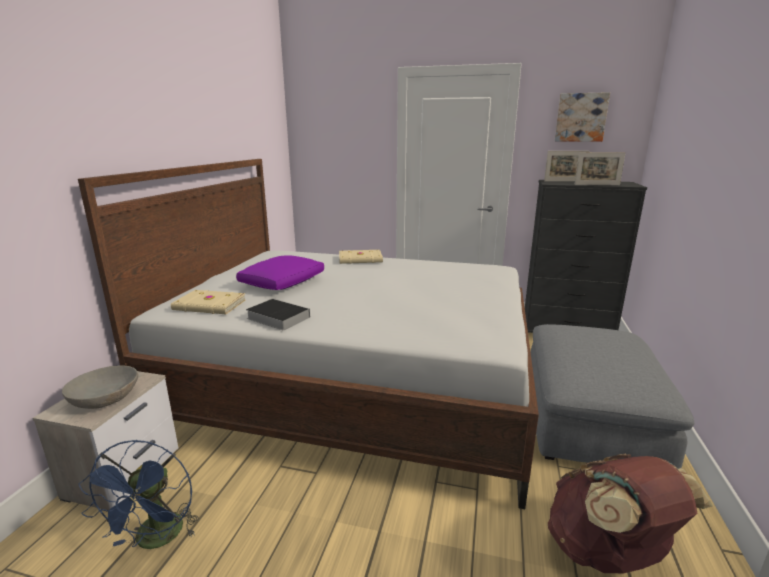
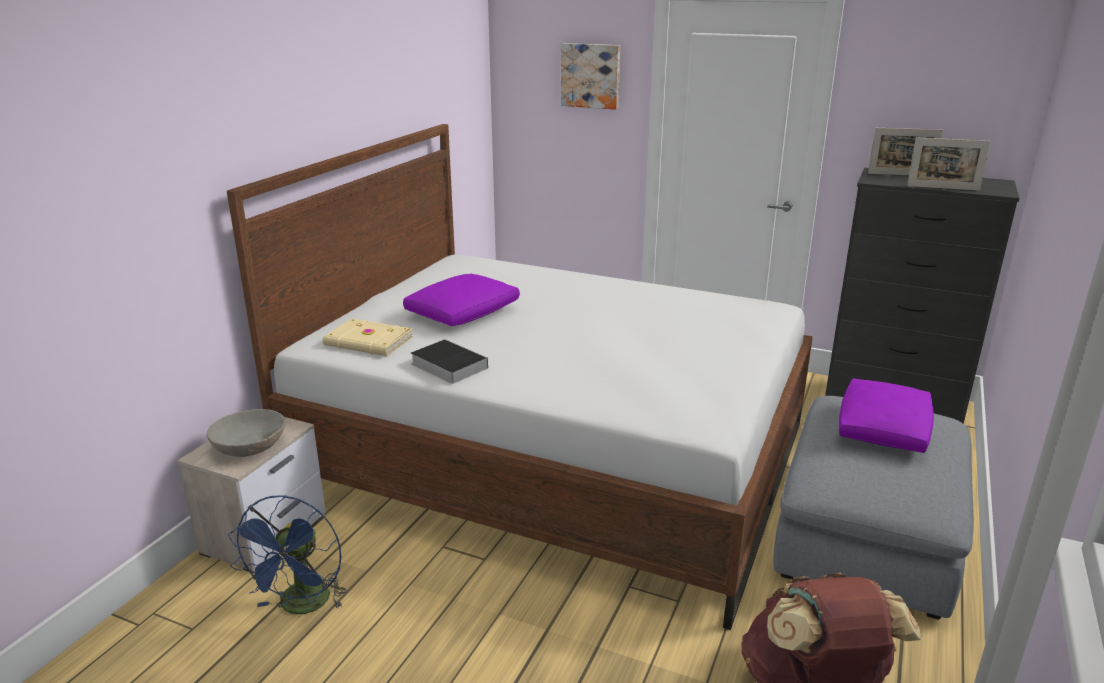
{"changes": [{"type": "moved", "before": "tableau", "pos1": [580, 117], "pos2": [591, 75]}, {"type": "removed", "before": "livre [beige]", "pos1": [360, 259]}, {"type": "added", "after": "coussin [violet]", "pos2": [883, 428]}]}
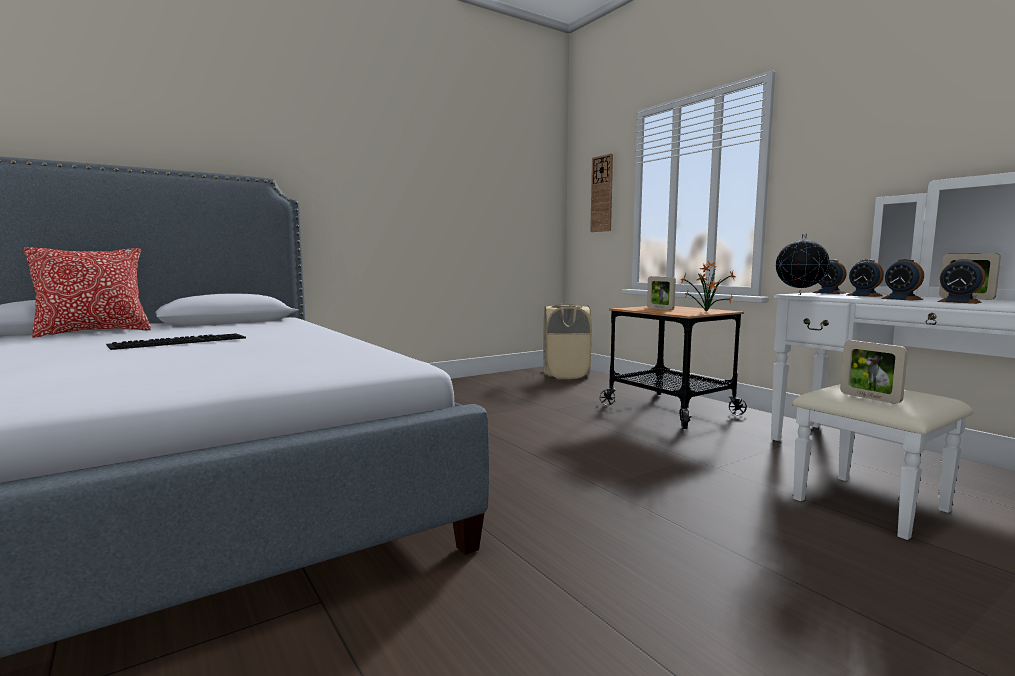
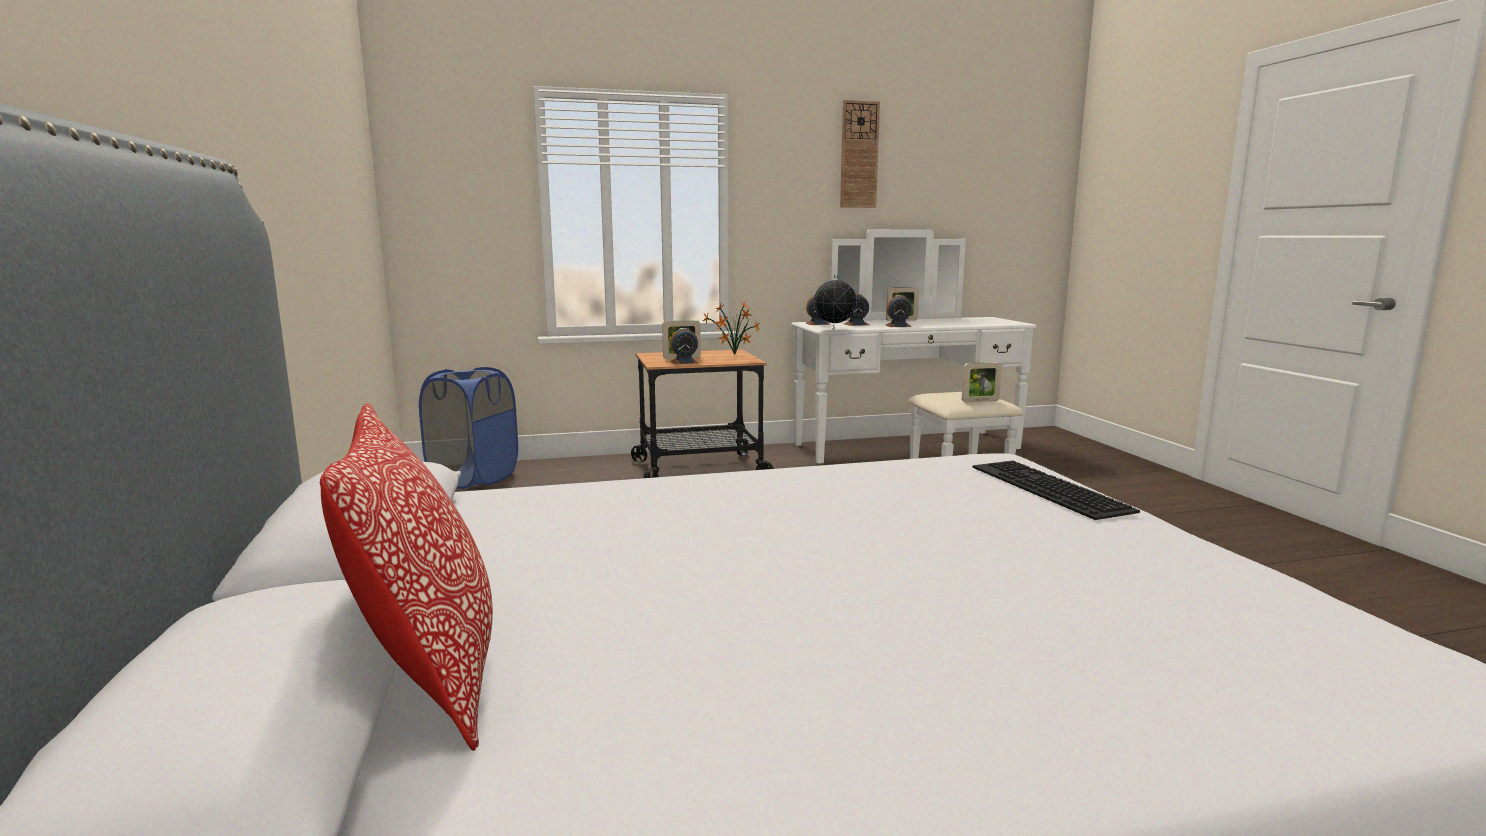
{"changes": [{"type": "moved", "before": "horloge murale", "pos1": [602, 194], "pos2": [859, 155]}, {"type": "moved", "before": "réveil", "pos1": [959, 302], "pos2": [684, 362]}, {"type": "recoloured", "before": "panier à linge [beige]", "after": "panier à linge [bleu]", "pos1": [566, 374], "pos2": [474, 478]}, {"type": "moved", "before": "clavier", "pos1": [180, 341], "pos2": [1044, 488]}]}
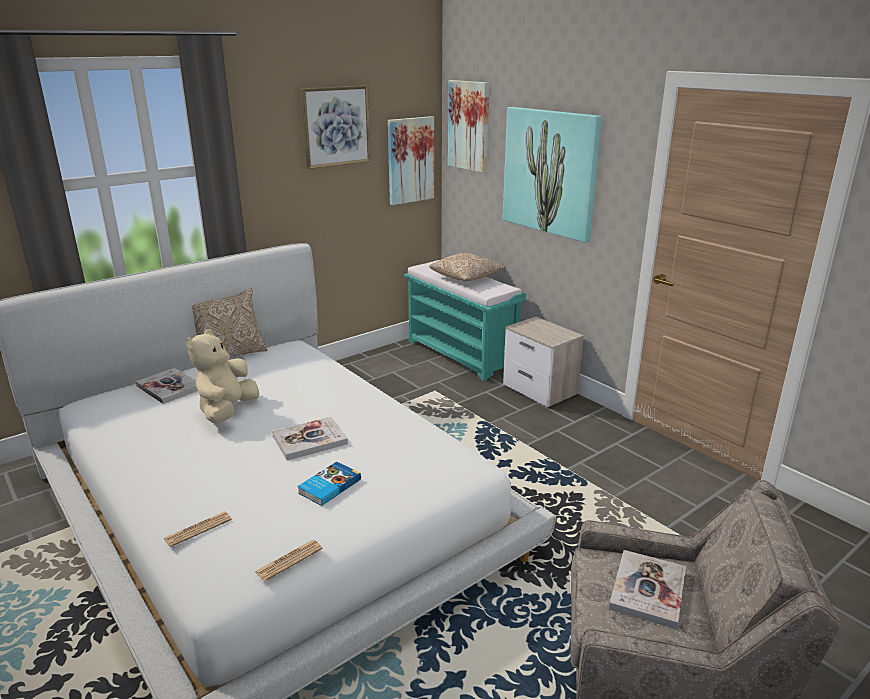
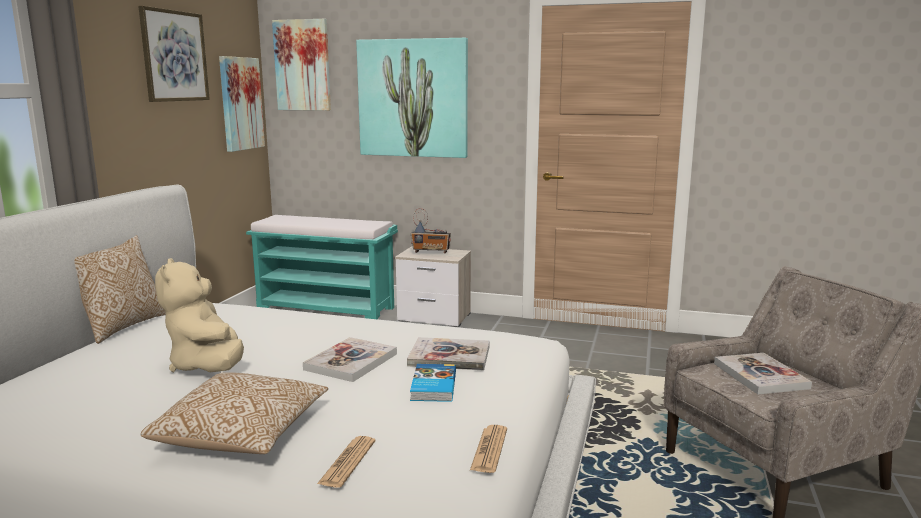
{"changes": [{"type": "moved", "before": "coussin", "pos1": [466, 278], "pos2": [242, 435]}, {"type": "moved", "before": "livre", "pos1": [169, 387], "pos2": [449, 356]}, {"type": "added", "after": "radio", "pos2": [431, 252]}]}
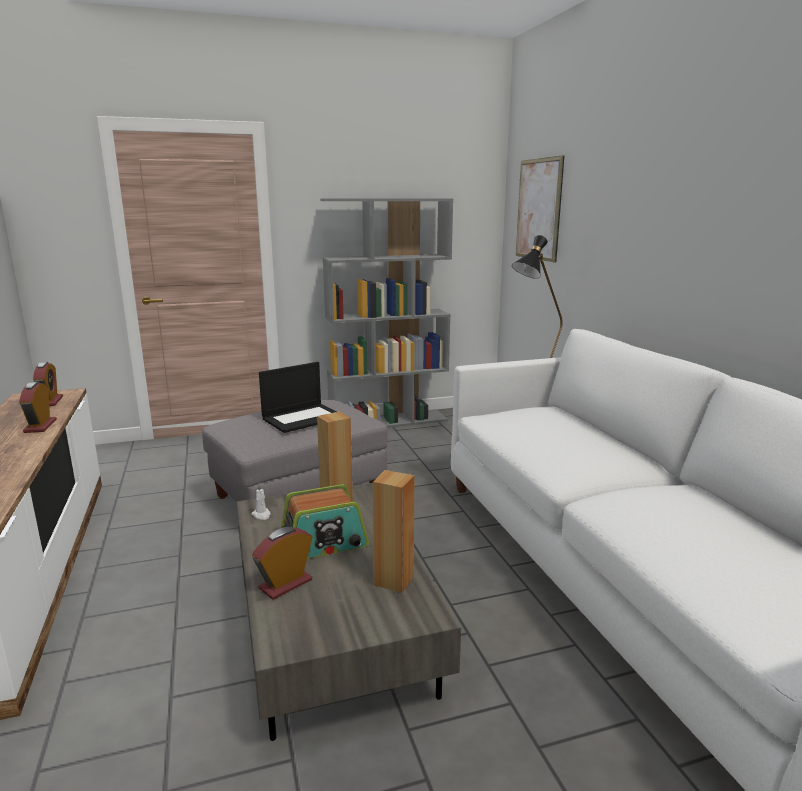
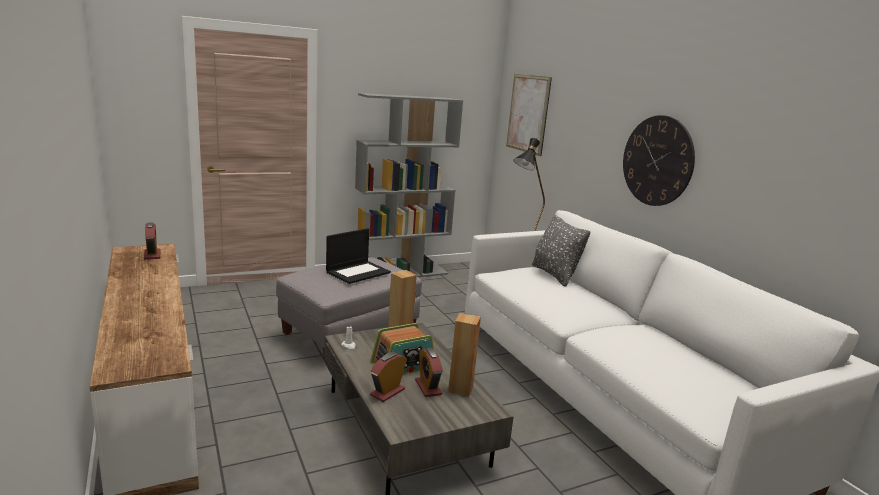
{"changes": [{"type": "moved", "before": "réveil", "pos1": [40, 426], "pos2": [428, 387]}, {"type": "added", "after": "horloge murale", "pos2": [657, 161]}, {"type": "added", "after": "coussin [gris]", "pos2": [554, 275]}]}
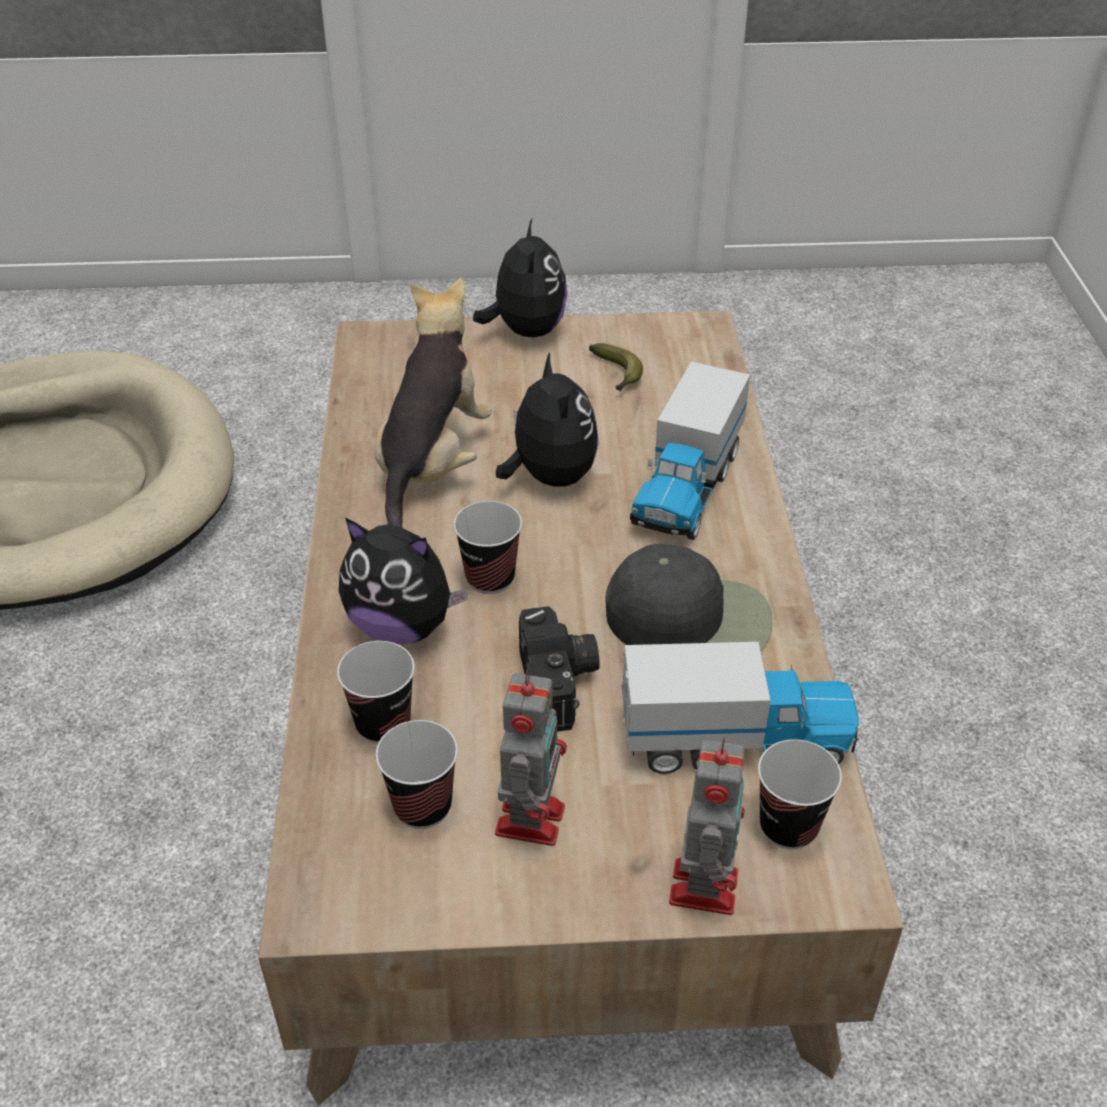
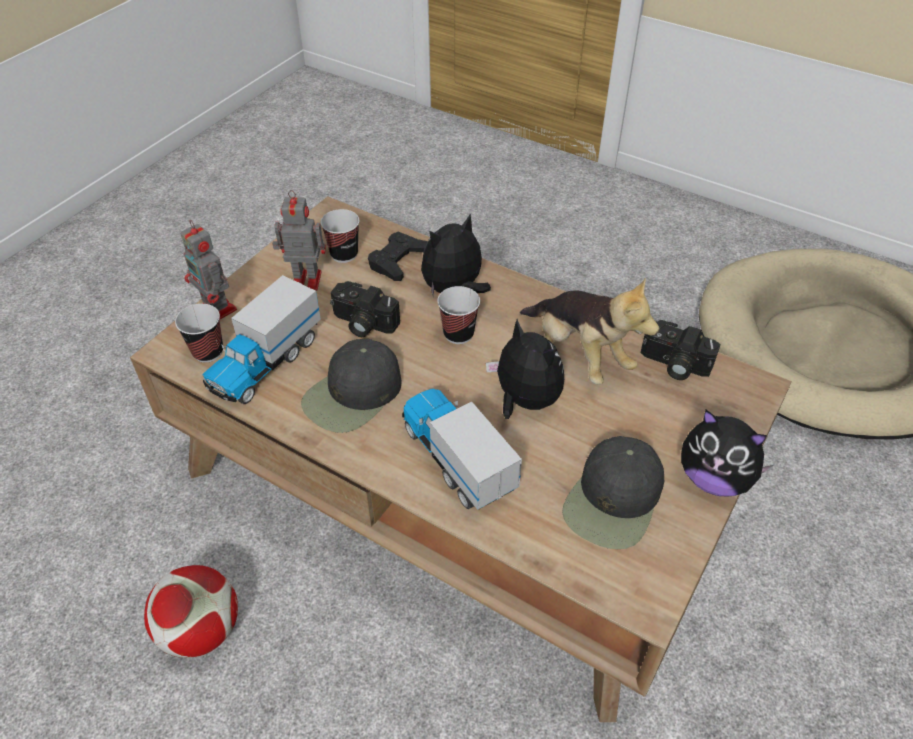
{"changes": [{"type": "replaced", "before": "banane", "after": "casquette [noir]", "pos1": [617, 375], "pos2": [614, 500]}, {"type": "turned", "before": "peluche", "pos1": [549, 476], "pos2": [524, 400], "turn": -150}, {"type": "replaced", "before": "tasse", "after": "manette [noir]", "pos1": [383, 724], "pos2": [399, 261]}, {"type": "turned", "before": "robot jouet", "pos1": [531, 816], "pos2": [305, 280], "turn": 135}, {"type": "added", "after": "appareil photo", "pos2": [673, 364]}, {"type": "added", "after": "ballon de foot", "pos2": [201, 630]}]}
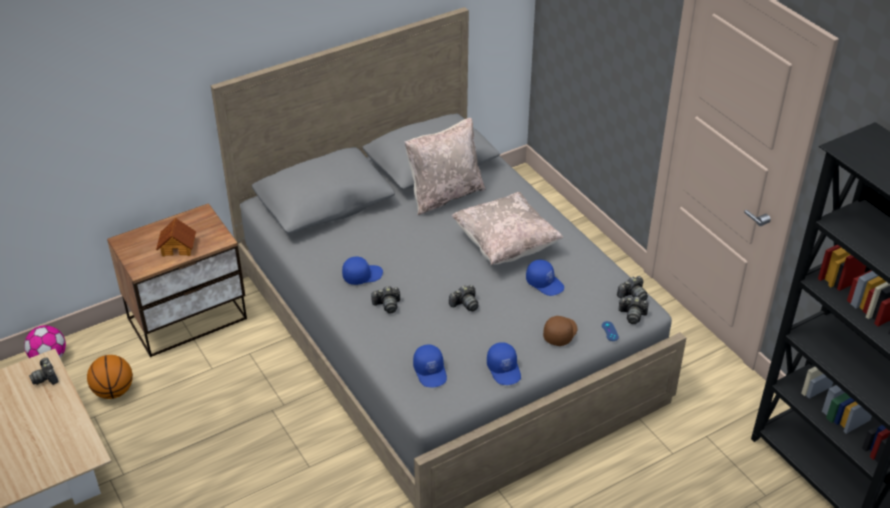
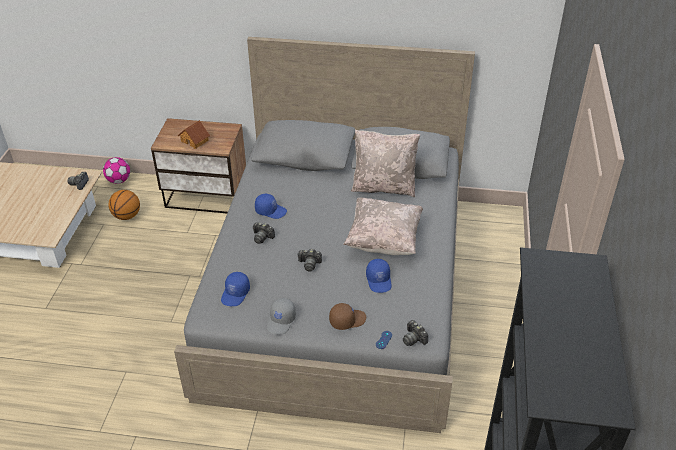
{"changes": [{"type": "removed", "before": "appareil photo", "pos1": [632, 295]}, {"type": "recoloured", "before": "casquette [bleu]", "after": "casquette [gris]", "pos1": [504, 369], "pos2": [281, 321]}]}
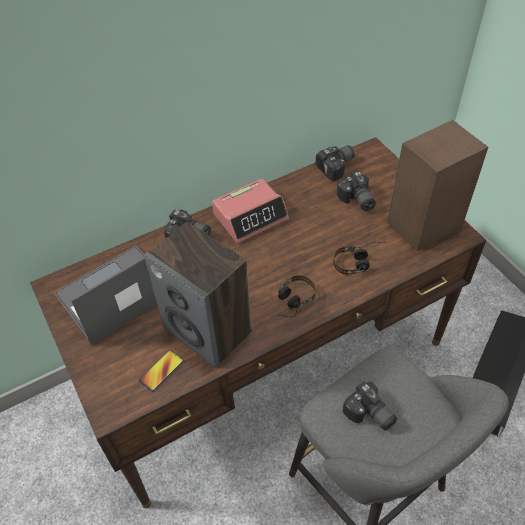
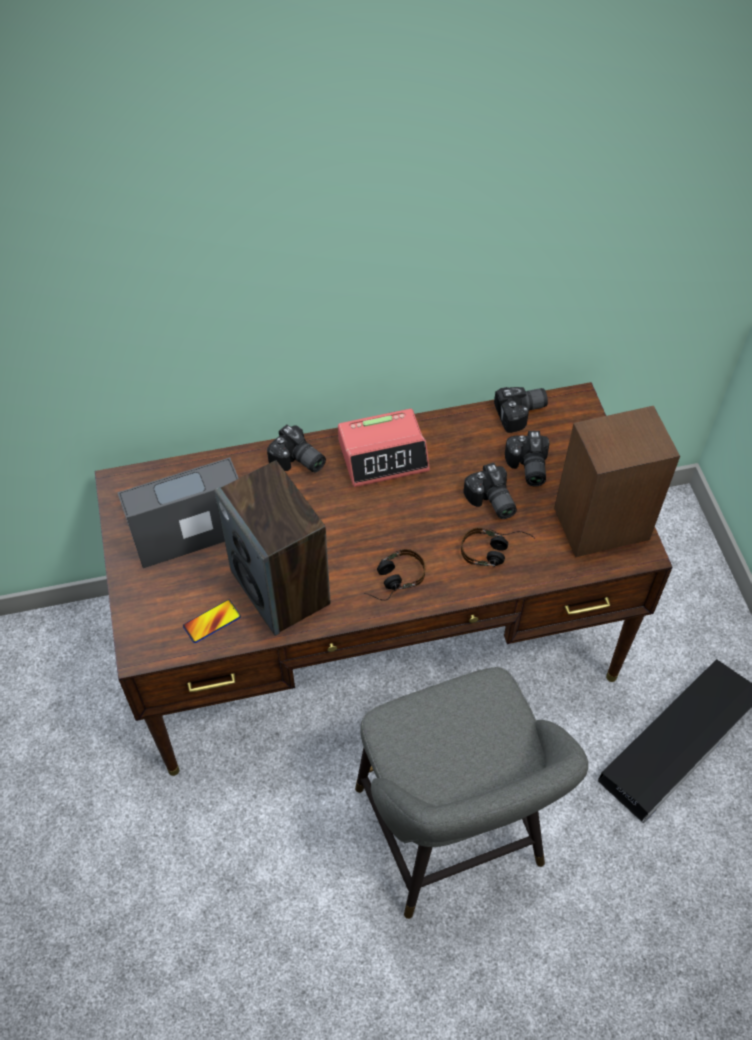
{"changes": [{"type": "moved", "before": "appareil photo", "pos1": [369, 415], "pos2": [490, 502]}]}
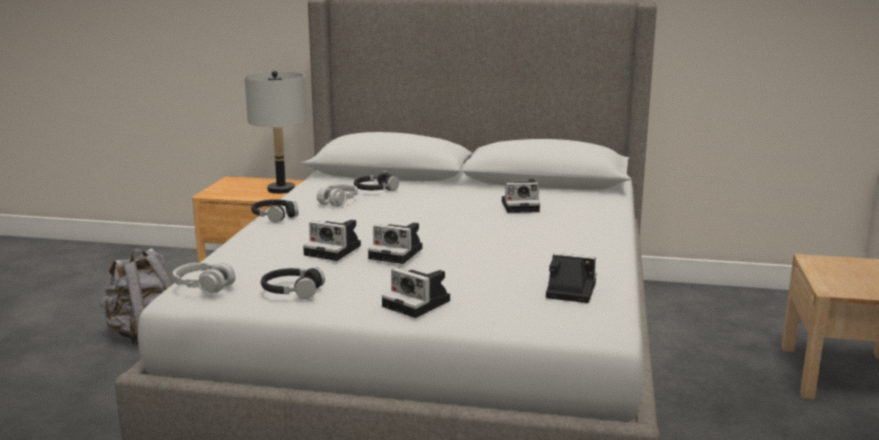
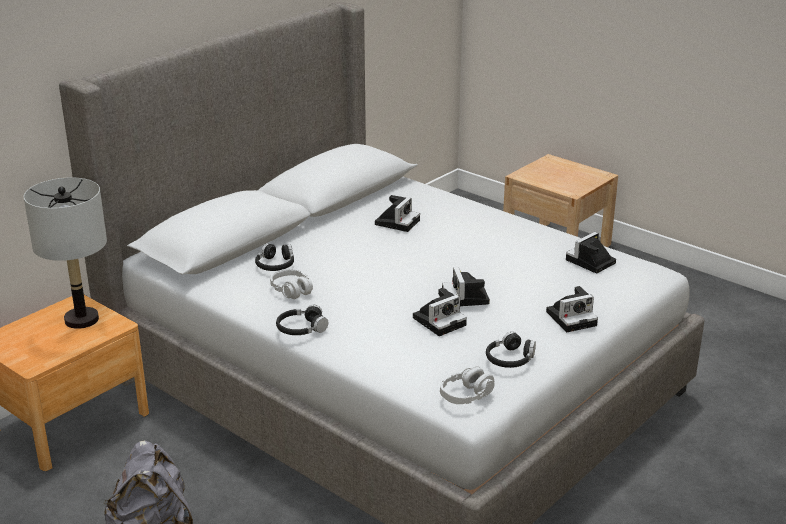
{"changes": [{"type": "turned", "before": "appareil photo", "pos1": [398, 253], "pos2": [466, 298], "turn": 120}]}
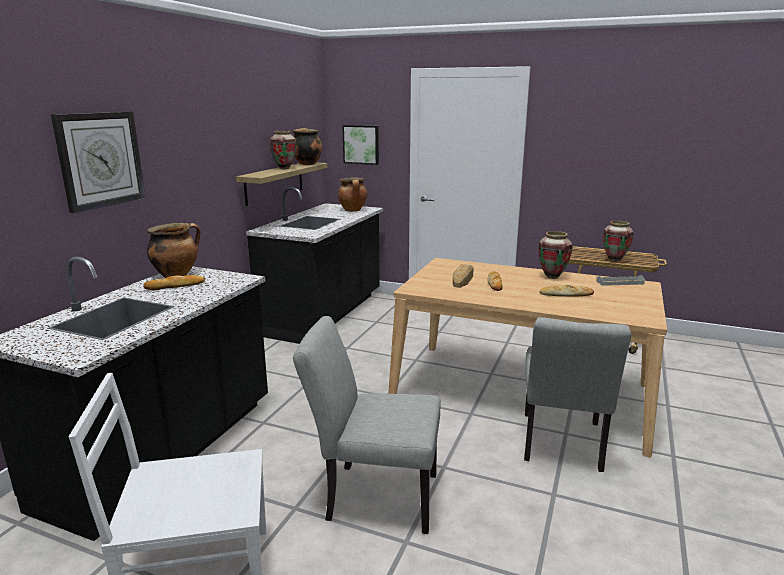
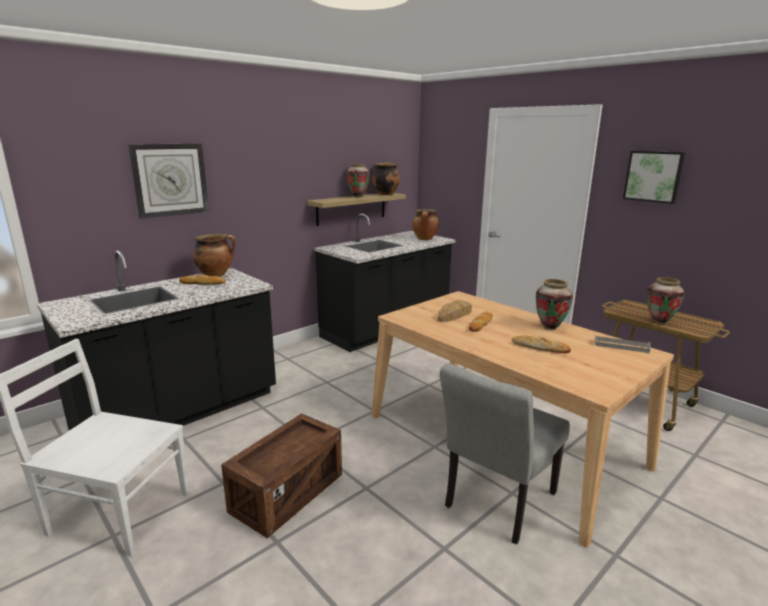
{"changes": [{"type": "moved", "before": "tableau", "pos1": [361, 144], "pos2": [653, 176]}, {"type": "replaced", "before": "chaise [gris]", "after": "caisse", "pos1": [373, 495], "pos2": [287, 493]}]}
